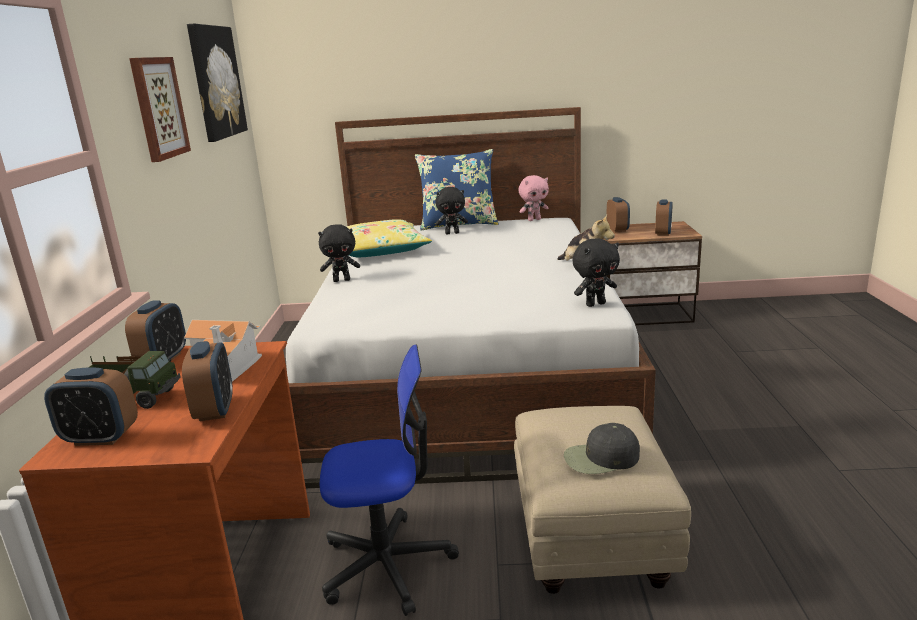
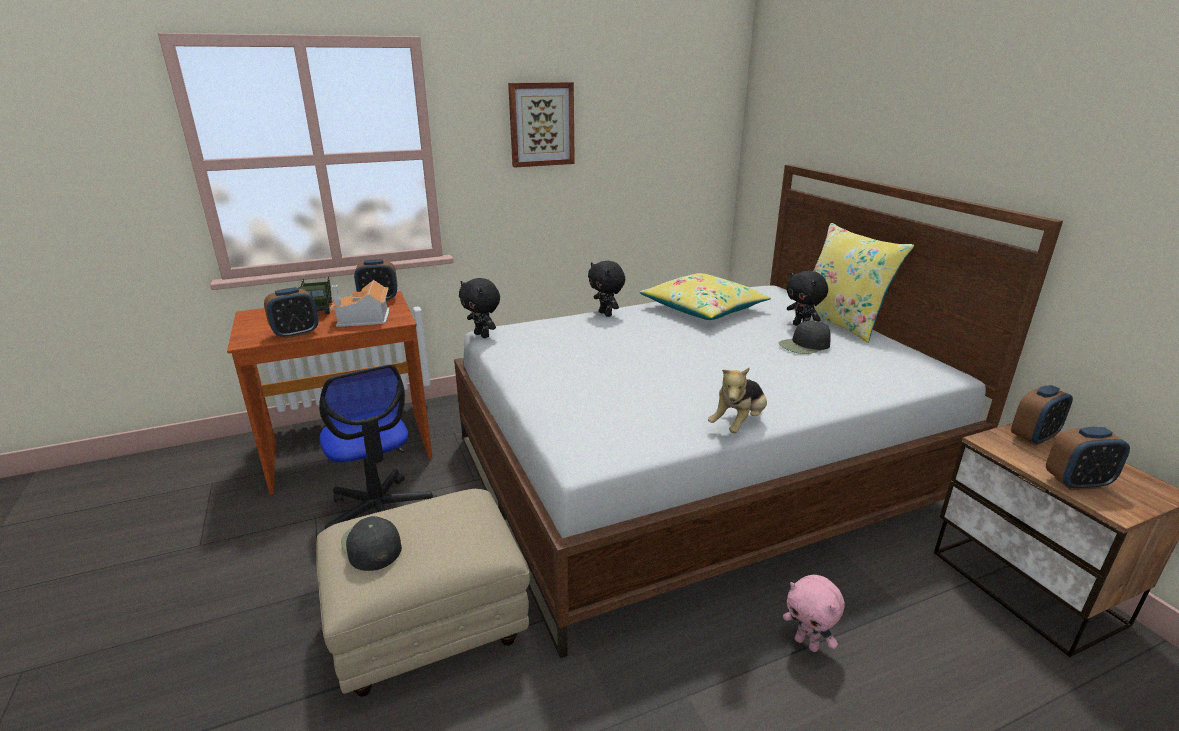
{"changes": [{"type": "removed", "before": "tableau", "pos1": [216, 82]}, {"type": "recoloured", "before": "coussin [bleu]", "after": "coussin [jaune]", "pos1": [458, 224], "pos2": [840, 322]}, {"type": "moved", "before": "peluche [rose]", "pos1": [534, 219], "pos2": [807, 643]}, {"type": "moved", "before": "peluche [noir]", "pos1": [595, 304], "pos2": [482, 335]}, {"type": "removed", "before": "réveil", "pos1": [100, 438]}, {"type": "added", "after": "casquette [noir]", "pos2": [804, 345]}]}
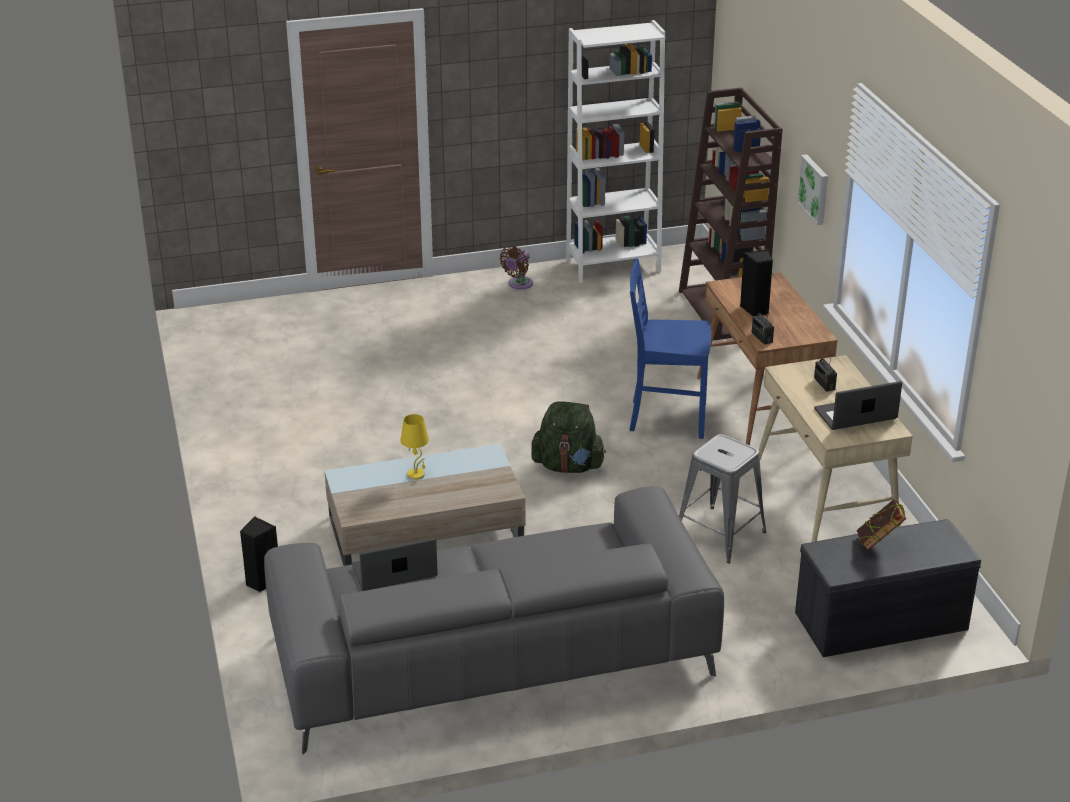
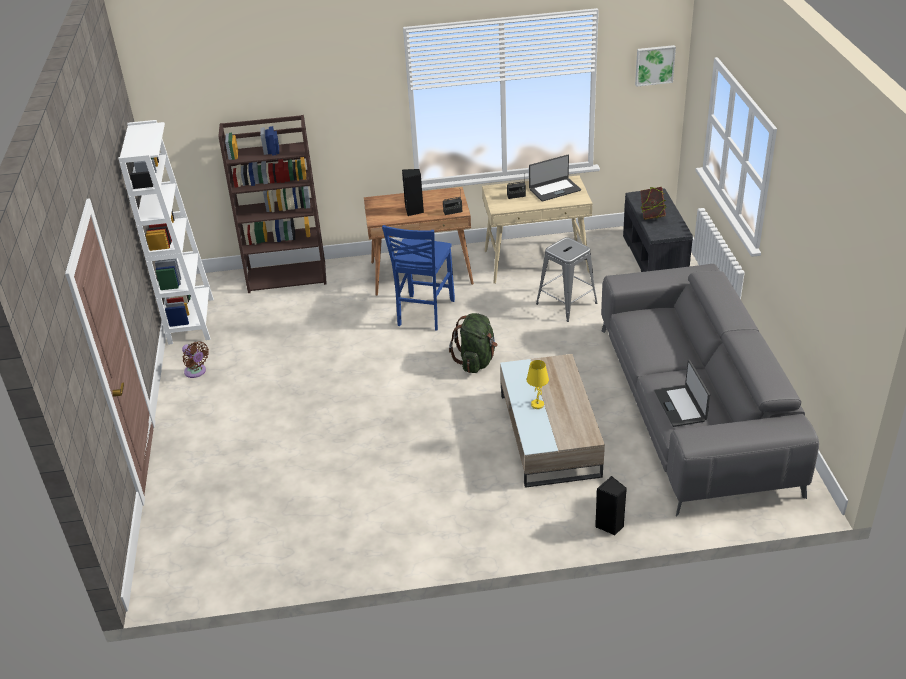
{"changes": [{"type": "moved", "before": "tableau", "pos1": [815, 189], "pos2": [654, 65]}, {"type": "turned", "before": "ordinateur portable", "pos1": [856, 415], "pos2": [554, 189], "turn": -105}]}
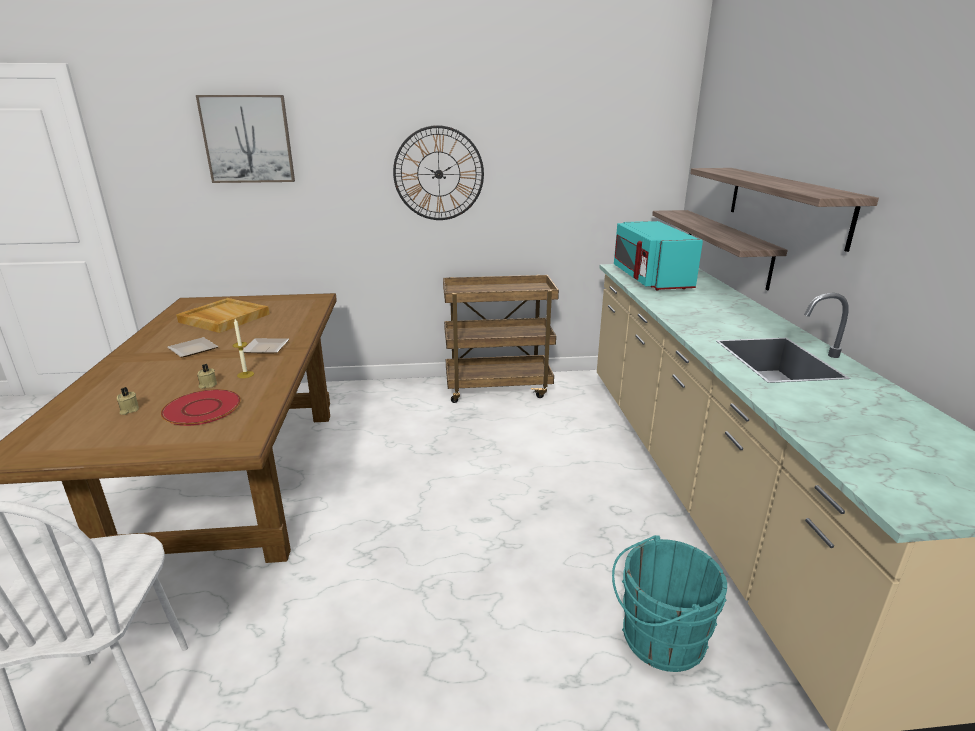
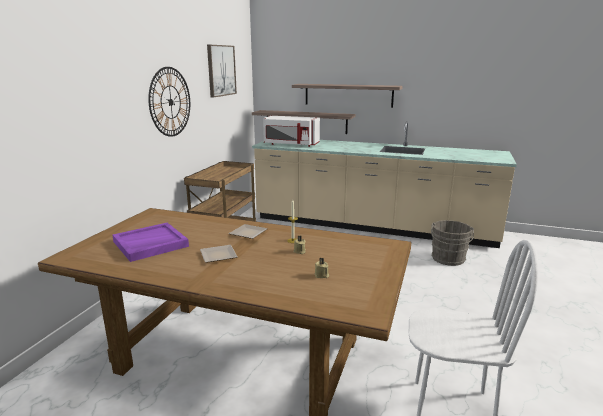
{"changes": [{"type": "moved", "before": "tableau", "pos1": [248, 139], "pos2": [221, 70]}, {"type": "recoloured", "before": "micro-ondes [turquoise]", "after": "micro-ondes [blanc]", "pos1": [649, 279], "pos2": [291, 144]}, {"type": "recoloured", "before": "plateau [beige]", "after": "plateau [violet]", "pos1": [223, 318], "pos2": [150, 244]}, {"type": "removed", "before": "assiette [rouge]", "pos1": [202, 408]}, {"type": "recoloured", "before": "seau [turquoise]", "after": "seau [gris]", "pos1": [658, 638], "pos2": [448, 259]}]}
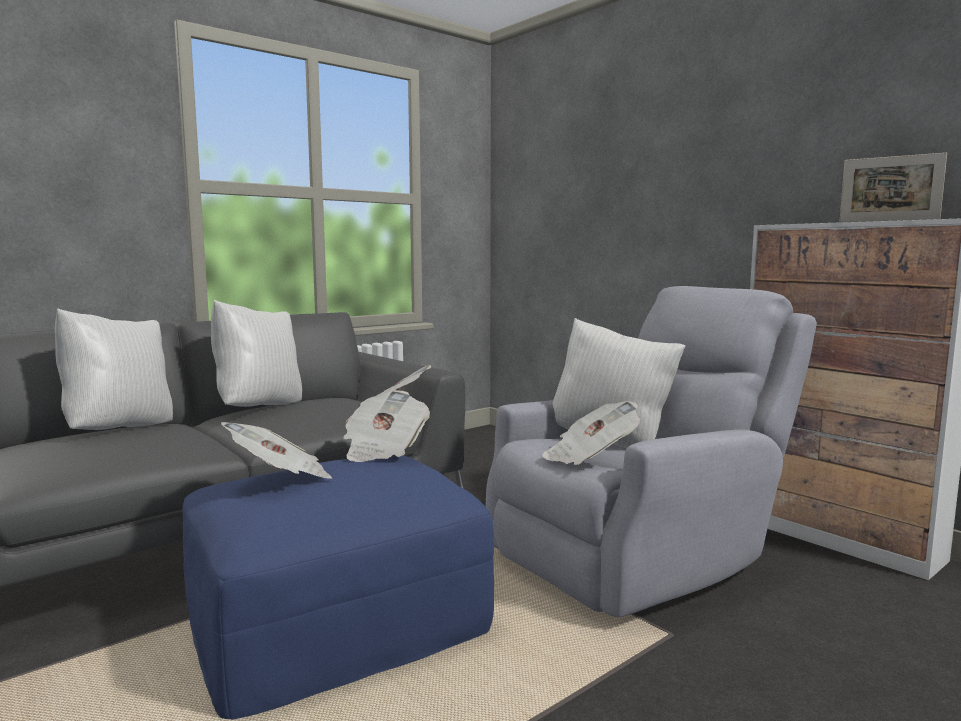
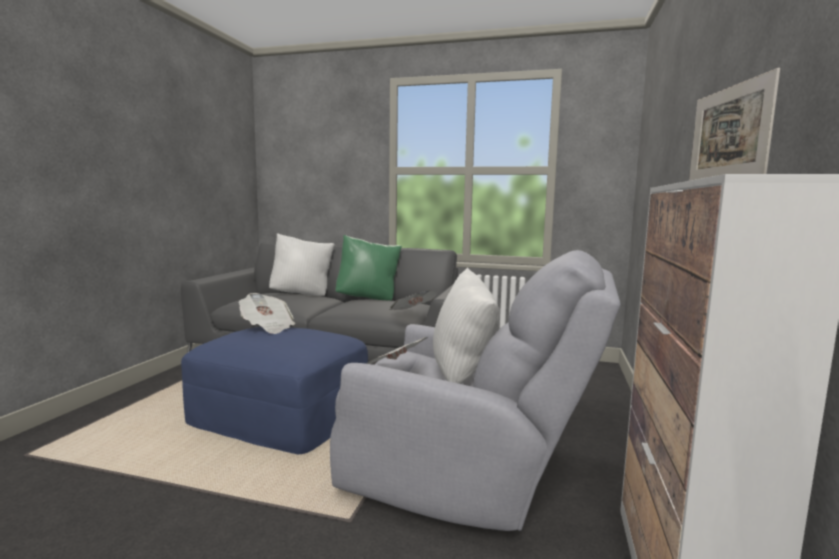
{"changes": [{"type": "recoloured", "before": "coussin [blanc]", "after": "coussin [vert]", "pos1": [259, 407], "pos2": [368, 298]}, {"type": "removed", "before": "journal", "pos1": [383, 450]}]}
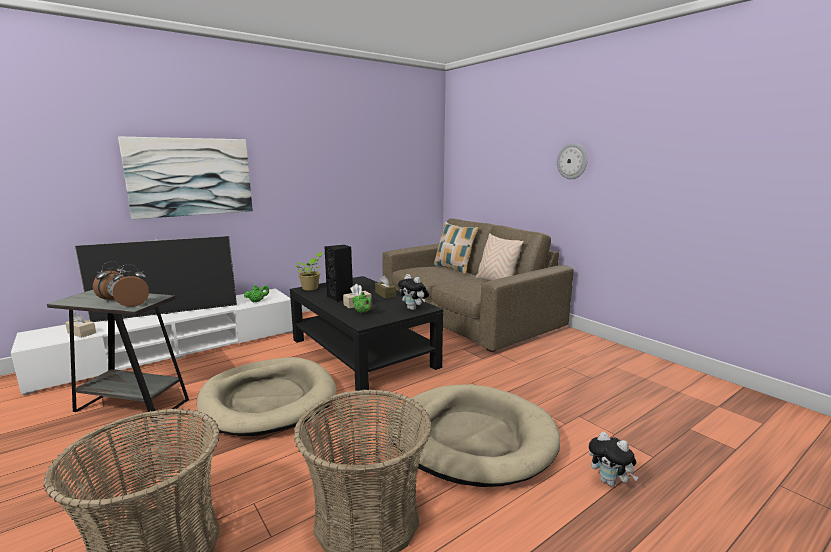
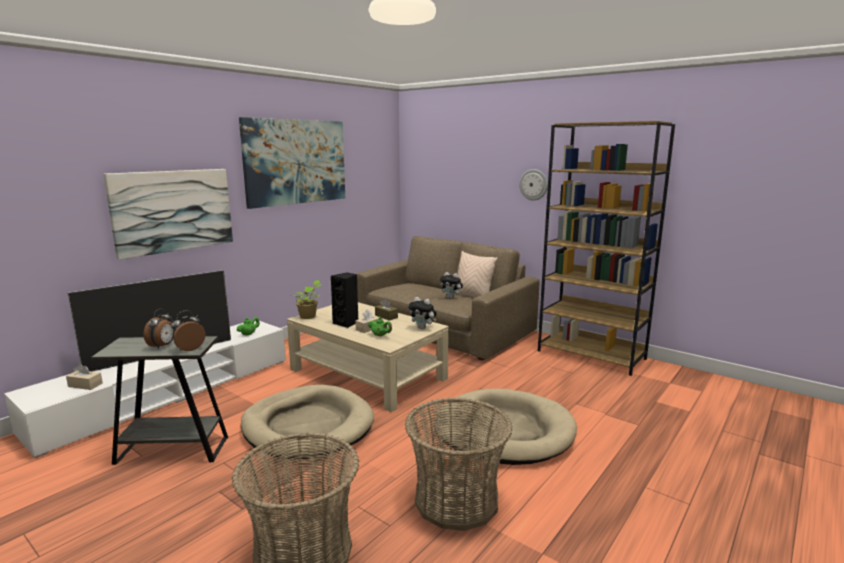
{"changes": [{"type": "removed", "before": "coussin", "pos1": [454, 268]}, {"type": "recoloured", "before": "table basse [noir]", "after": "table basse [beige]", "pos1": [363, 353], "pos2": [368, 374]}, {"type": "moved", "before": "peluche", "pos1": [610, 482], "pos2": [451, 298]}, {"type": "added", "after": "tableau", "pos2": [296, 162]}, {"type": "added", "after": "bibliothèque [marron]", "pos2": [591, 355]}]}
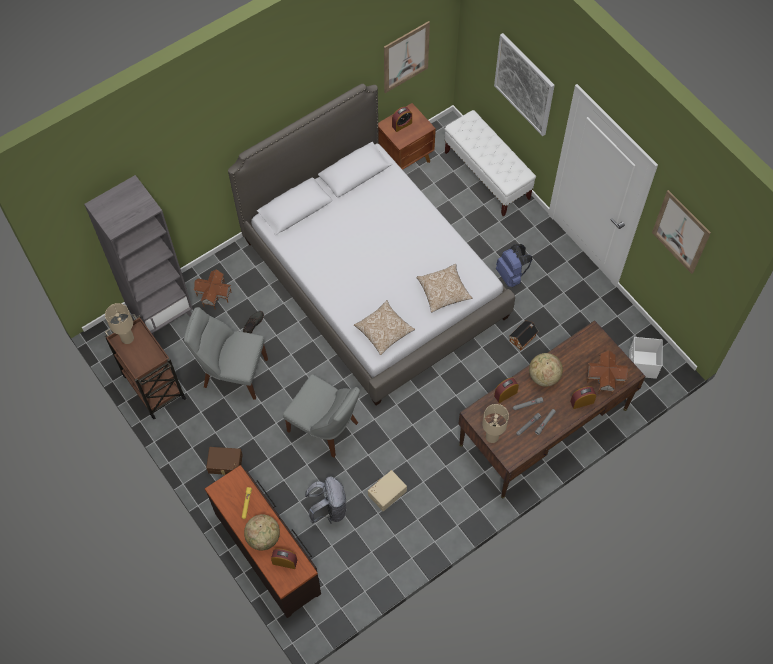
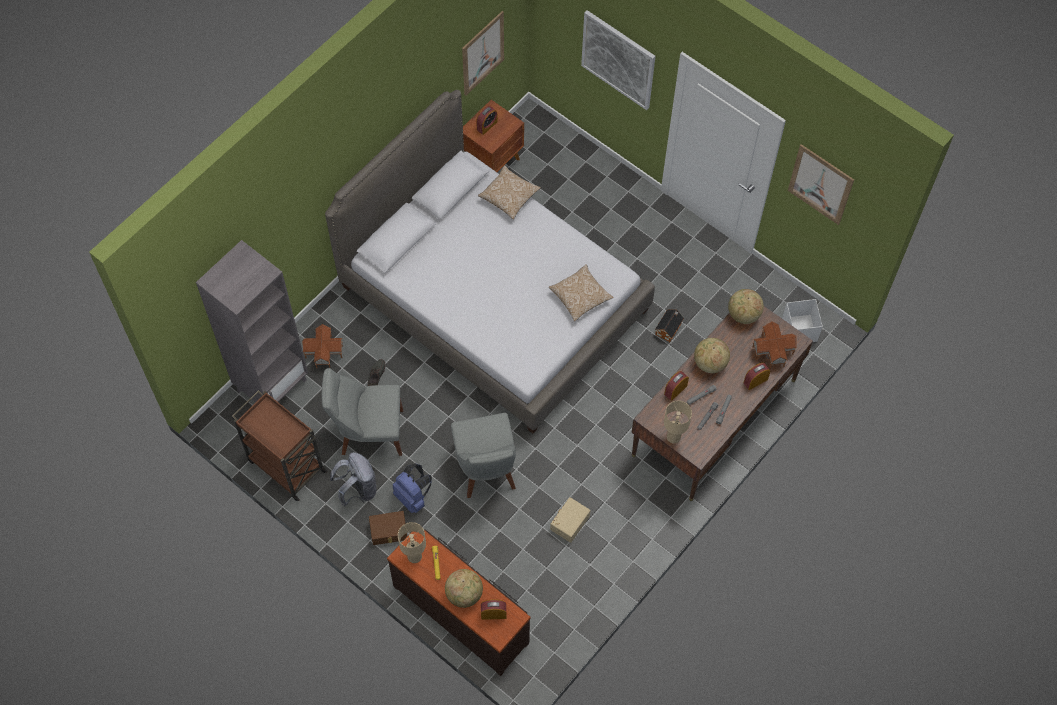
{"changes": [{"type": "removed", "before": "banc [blanc]", "pos1": [487, 176]}, {"type": "moved", "before": "sac à dos [bleu]", "pos1": [511, 275], "pos2": [413, 497]}, {"type": "moved", "before": "coussin", "pos1": [384, 331], "pos2": [509, 197]}, {"type": "moved", "before": "lampe de table [beige]", "pos1": [127, 338], "pos2": [414, 556]}, {"type": "turned", "before": "chaise [gris]", "pos1": [325, 428], "pos2": [486, 469], "turn": 60}, {"type": "moved", "before": "sac à dos [gris]", "pos1": [329, 509], "pos2": [358, 489]}, {"type": "added", "after": "globe", "pos2": [743, 314]}]}
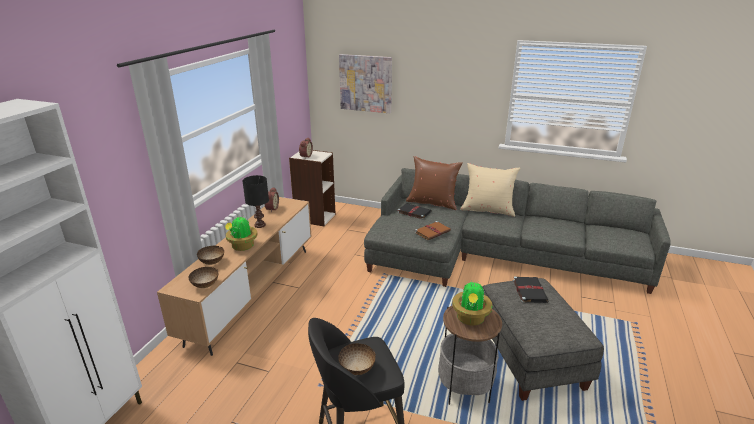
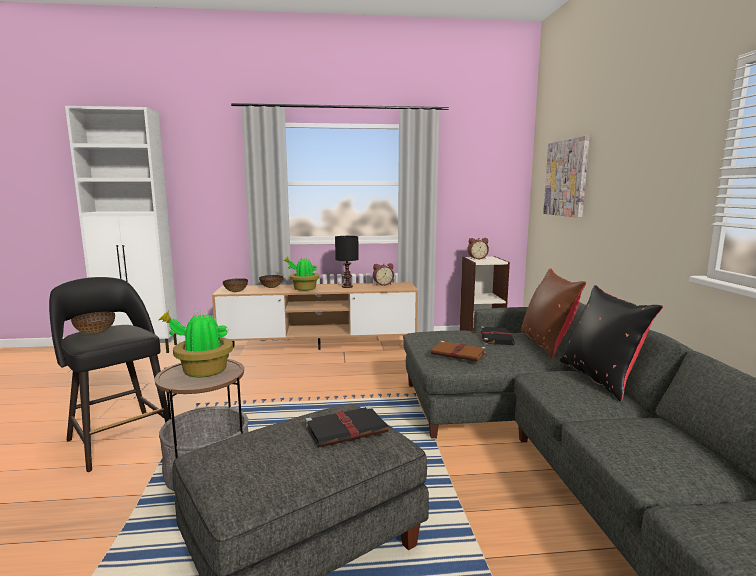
{"changes": [{"type": "recoloured", "before": "coussin [beige]", "after": "coussin [noir]", "pos1": [487, 210], "pos2": [600, 378]}]}
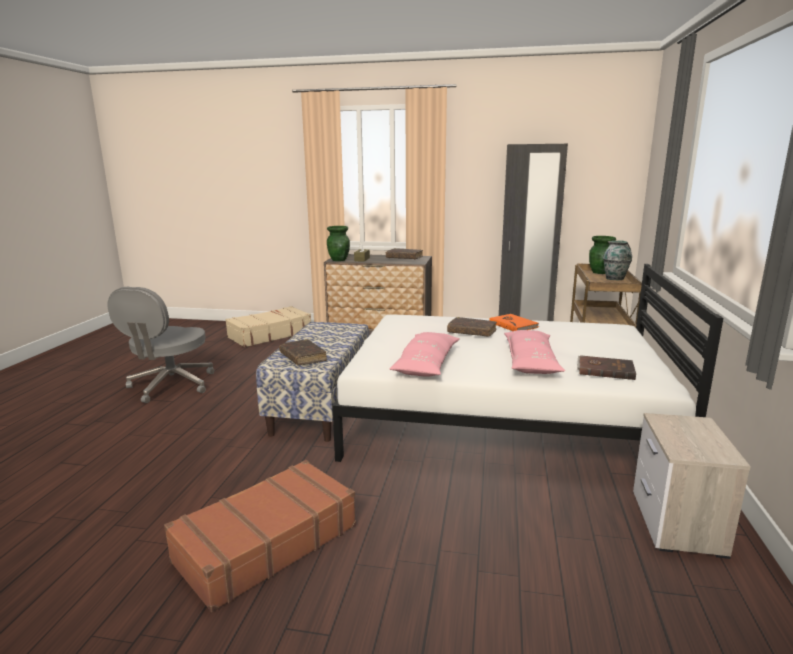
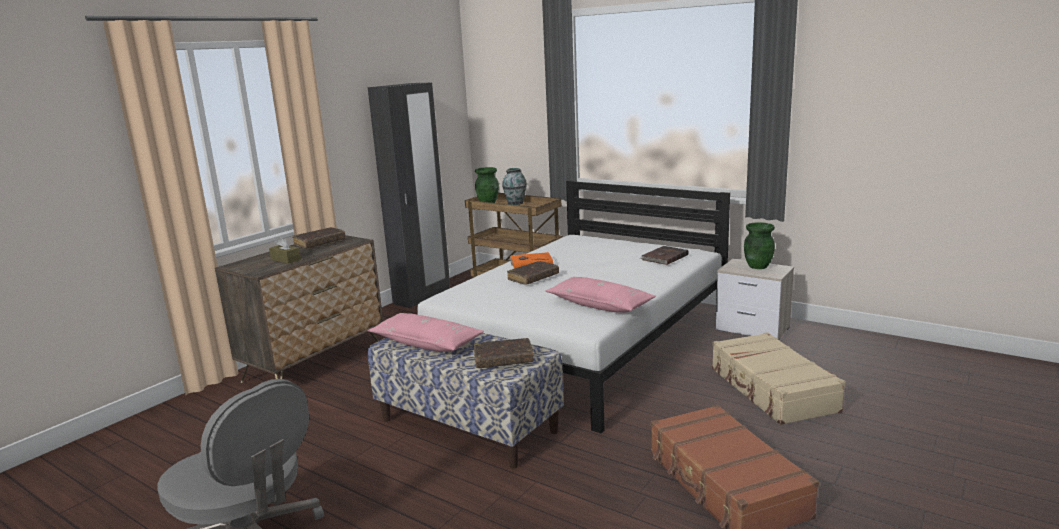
{"changes": [{"type": "moved", "before": "vase [vert]", "pos1": [339, 260], "pos2": [758, 266]}, {"type": "moved", "before": "valise [beige]", "pos1": [269, 335], "pos2": [771, 390]}, {"type": "moved", "before": "coussin [rose]", "pos1": [531, 362], "pos2": [426, 343]}]}
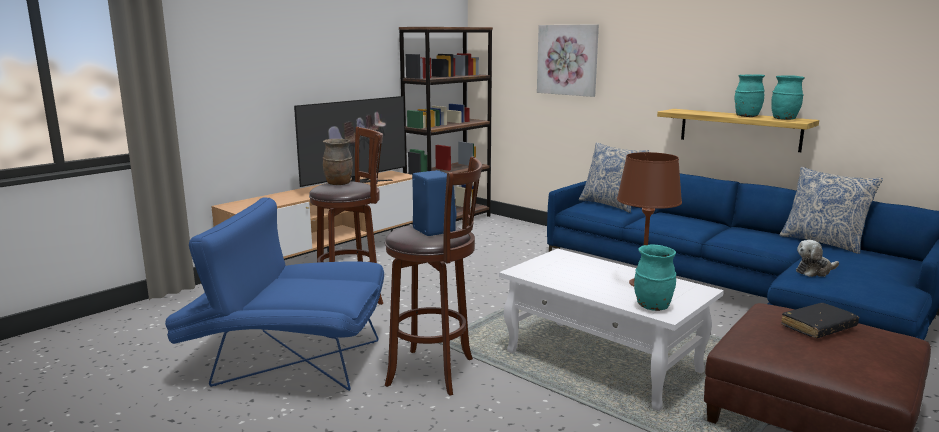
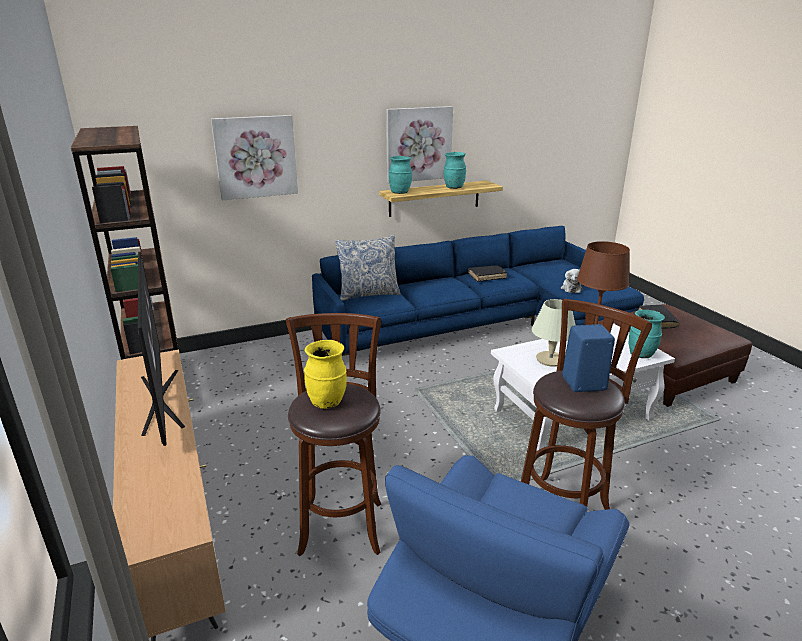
{"changes": [{"type": "moved", "before": "vase [turquoise]", "pos1": [784, 119], "pos2": [400, 193]}, {"type": "recoloured", "before": "vase [marron]", "after": "vase [jaune]", "pos1": [339, 184], "pos2": [327, 402]}, {"type": "removed", "before": "coussin", "pos1": [823, 242]}, {"type": "added", "after": "tableau", "pos2": [418, 144]}, {"type": "added", "after": "livre [noir]", "pos2": [487, 277]}, {"type": "added", "after": "lampe de table [beige]", "pos2": [550, 359]}]}
